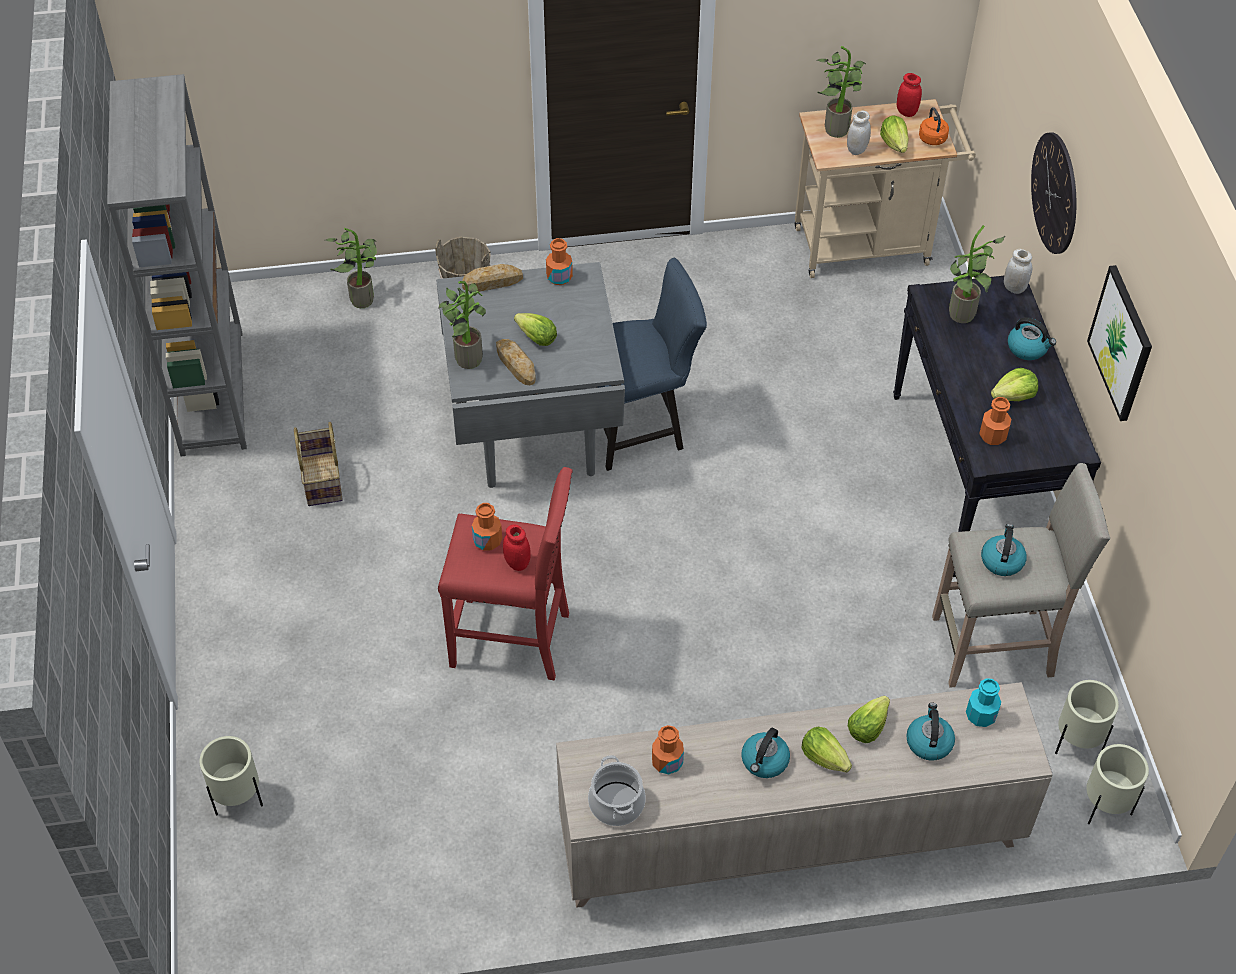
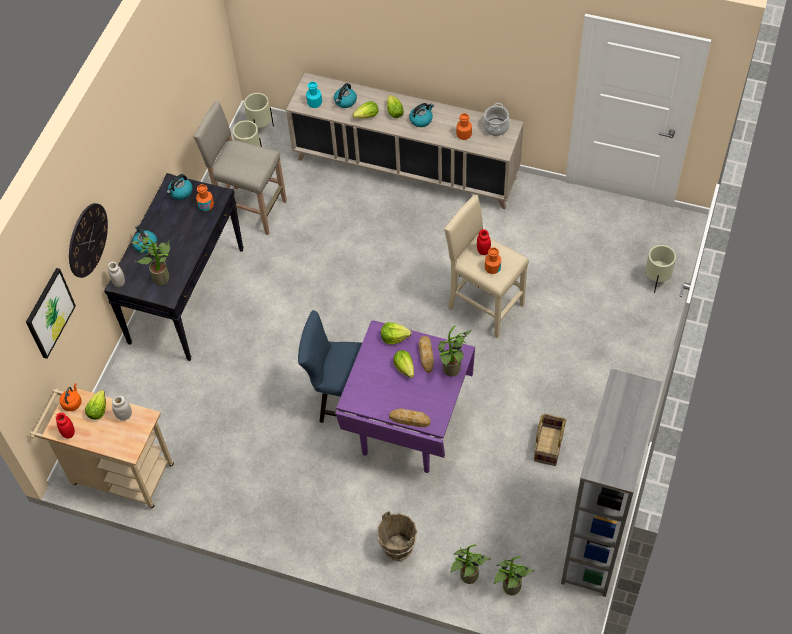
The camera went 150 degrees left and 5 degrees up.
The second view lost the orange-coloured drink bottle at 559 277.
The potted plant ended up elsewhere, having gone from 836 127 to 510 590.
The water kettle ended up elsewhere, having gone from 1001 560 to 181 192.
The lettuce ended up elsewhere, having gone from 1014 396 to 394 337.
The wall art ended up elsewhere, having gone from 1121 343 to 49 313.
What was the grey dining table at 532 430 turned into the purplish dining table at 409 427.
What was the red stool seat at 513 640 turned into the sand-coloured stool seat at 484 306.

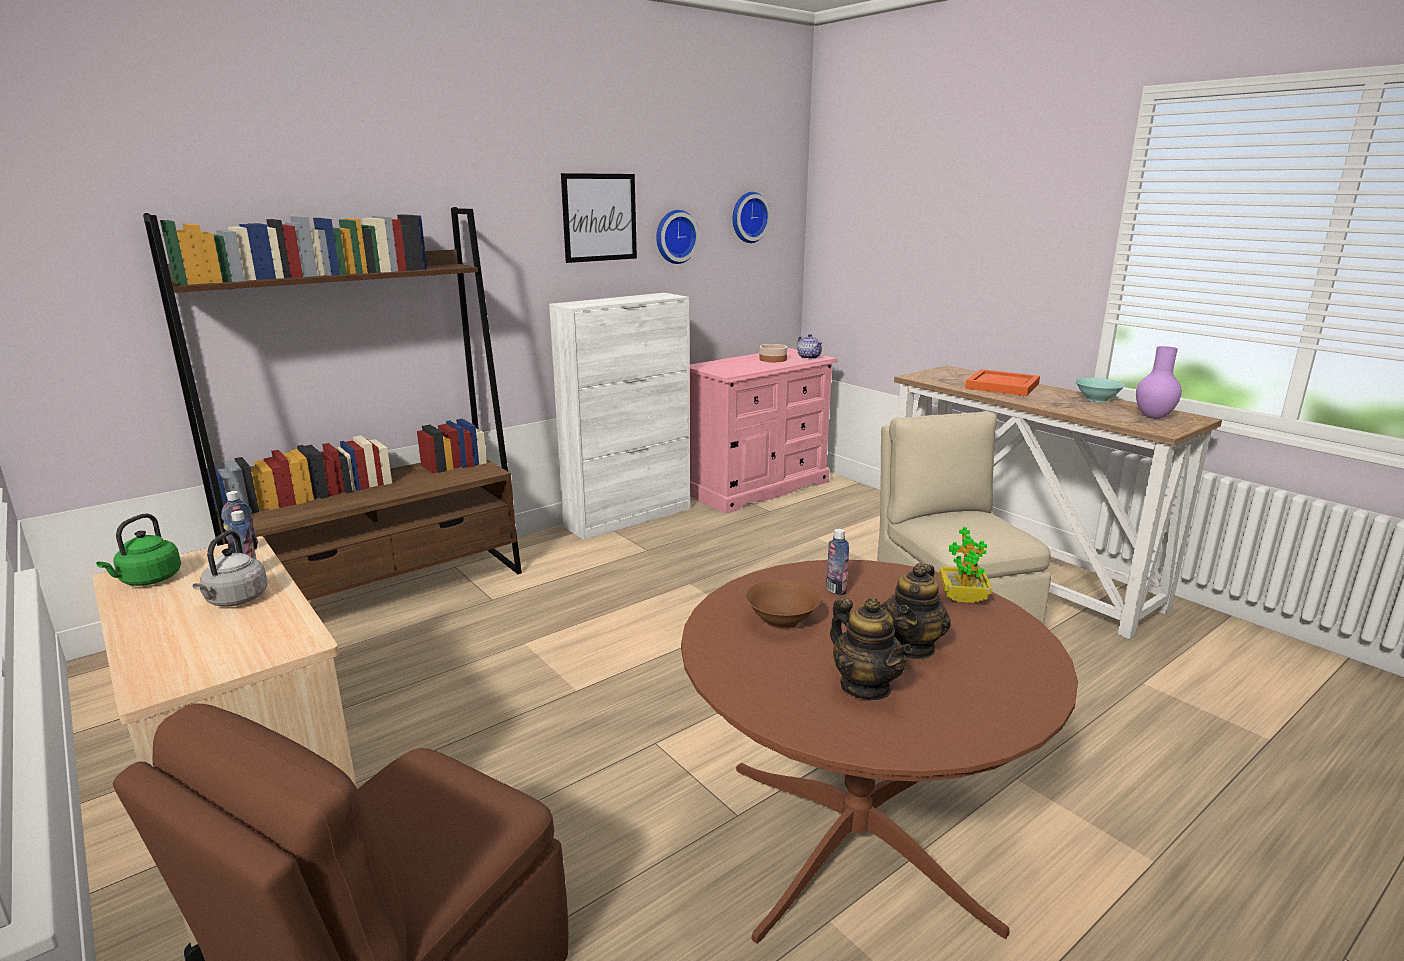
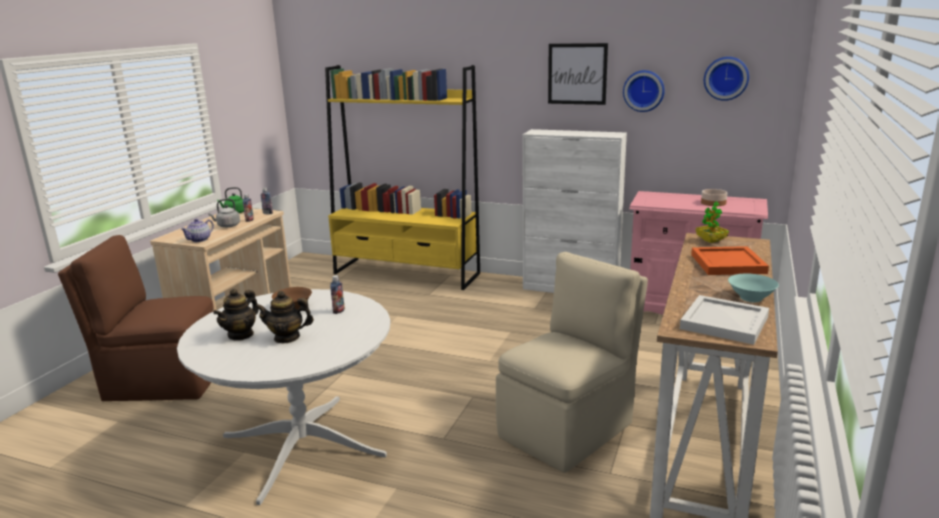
The camera went 60 degrees right and 0 degrees up.
The pot for tea ended up elsewhere, having gone from 809 357 to 200 240.
The potted plant ended up elsewhere, having gone from 962 597 to 711 240.
Where the purplish vase stood at 1153 417, the white-coloured serving tray came to stand at 723 323.
What was the brownish bookshelf at 386 594 turned into the yellow-coloured bookshelf at 406 273.
What was the brownish dining table at 854 842 turned into the white-coloured dining table at 302 445.

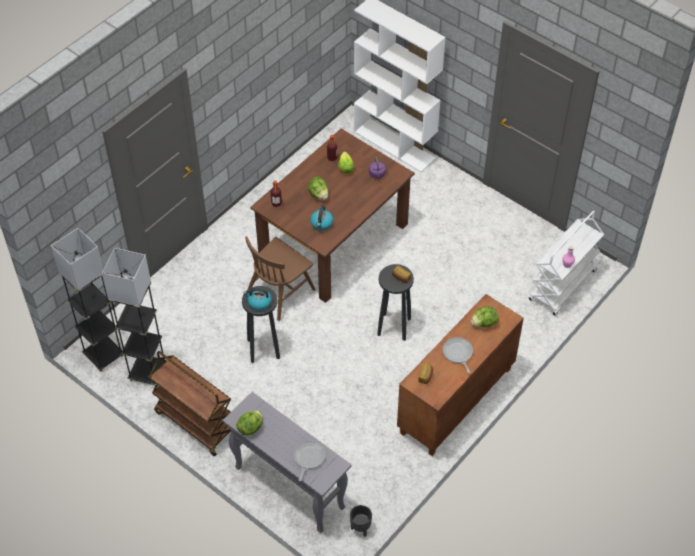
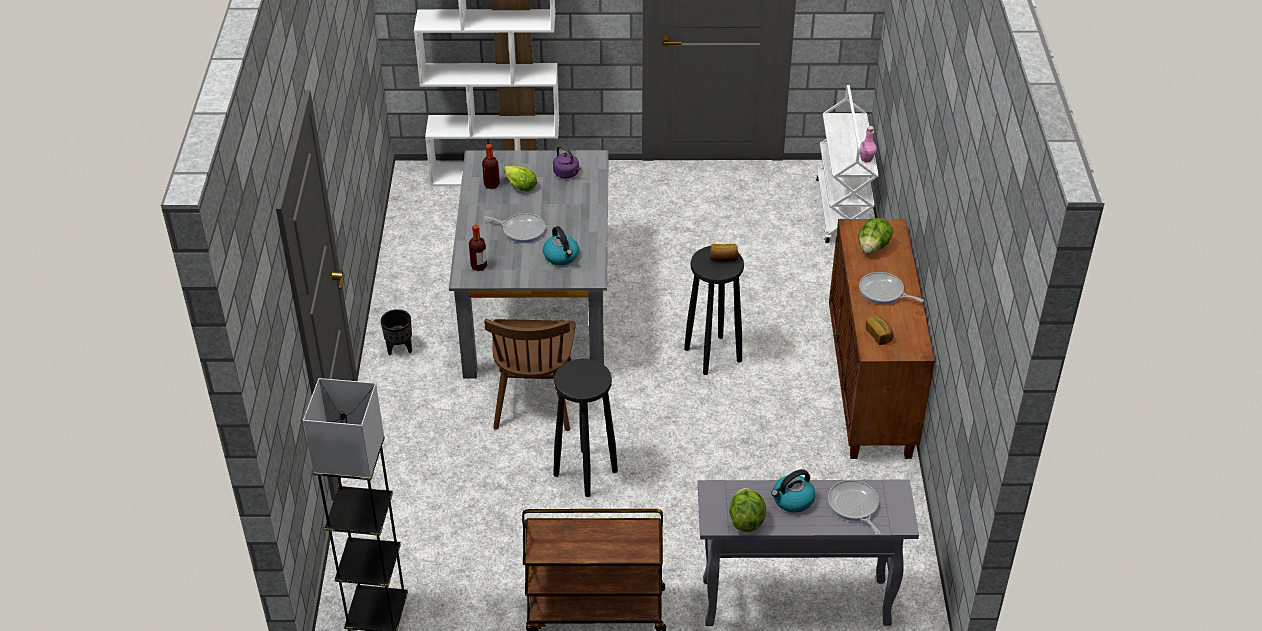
The camera went 40 degrees left and 10 degrees down.
The second view lost the grey standard lamp at 148 372.
The water kettle ended up elsewhere, having gone from 259 302 to 792 500.
The black planter ended up elsewhere, having gone from 361 528 to 399 348.
Where the lettuce stood at 318 195, the pan came to stand at 521 230.
What was the brownish dining table at 333 239 turned into the grey dining table at 536 307.

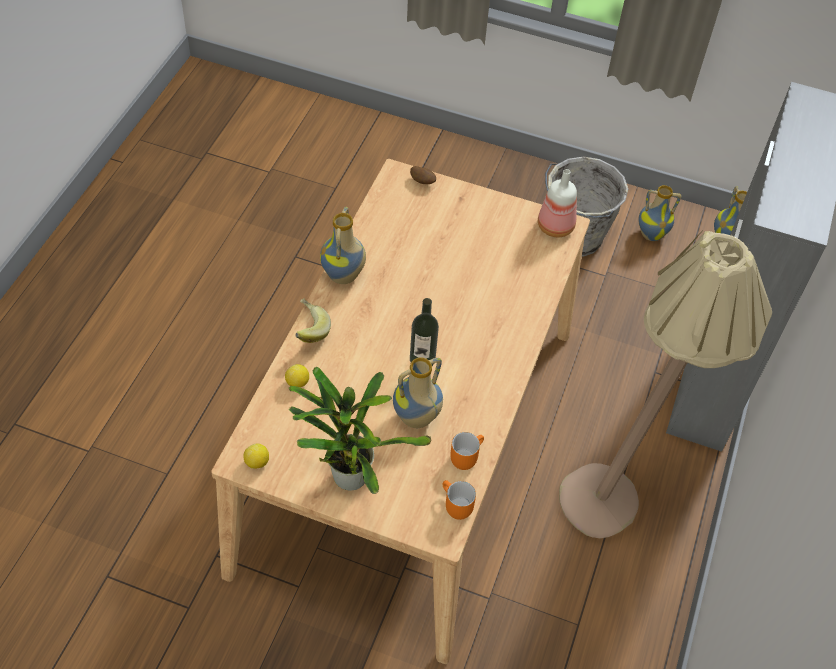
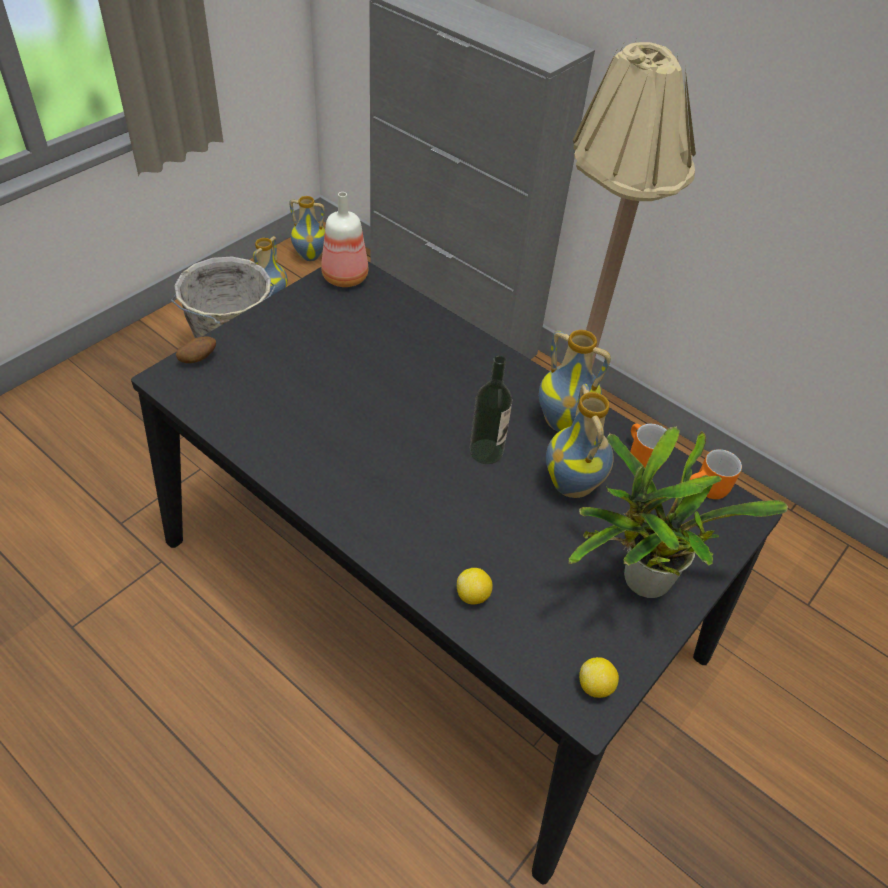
The camera went 70 degrees left and 5 degrees down.
The second view lost the banana fruit at 307 330.
The vase ended up elsewhere, having gone from 344 276 to 564 421.
What was the sand-coloured dining table at 409 446 turned into the black dining table at 430 597.

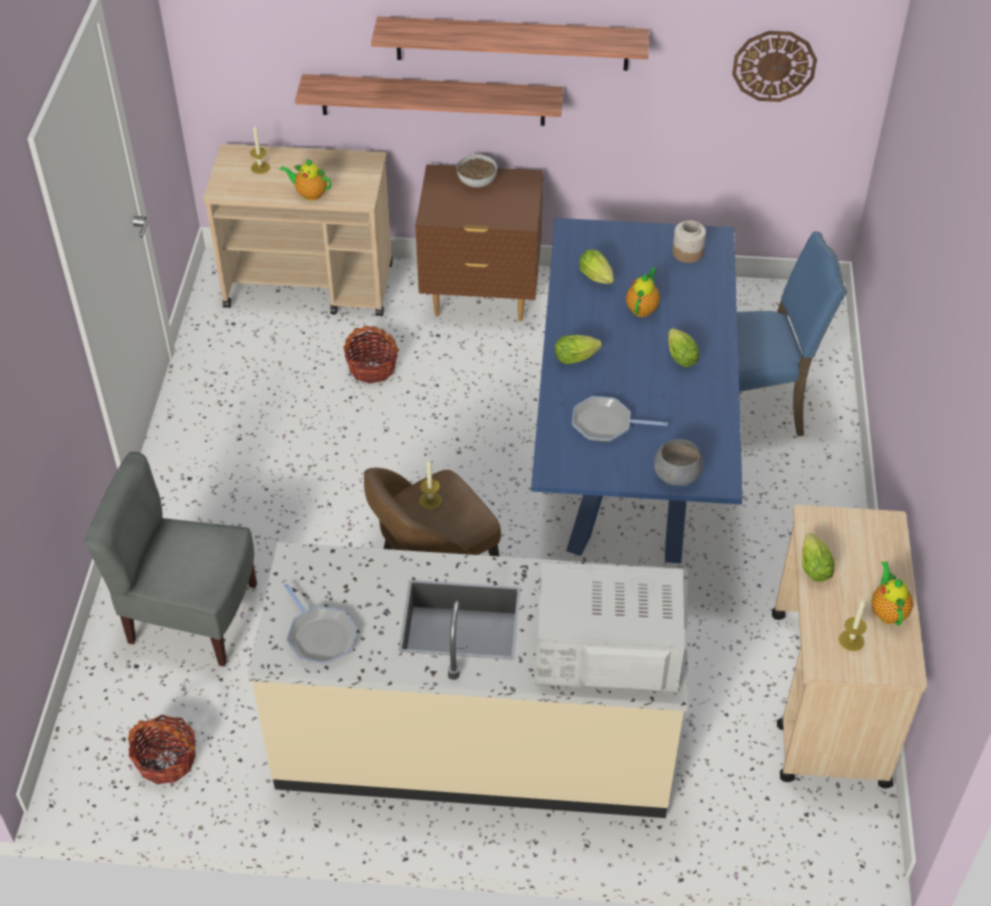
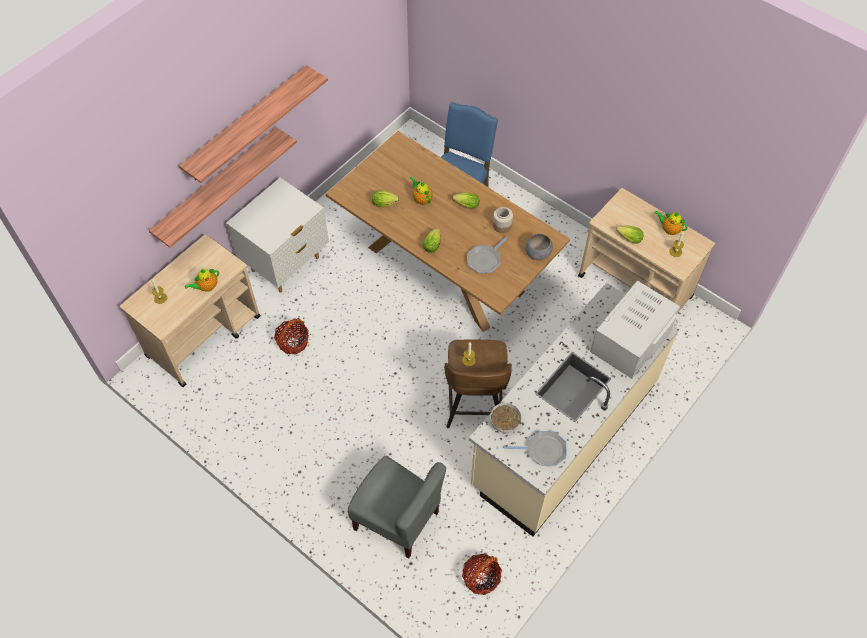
The camera went 55 degrees left and 10 degrees up.
The second view lost the hanging clock at 774 65.
The bowl ended up elsewhere, having gone from 477 182 to 505 423.
The preserve jar ended up elsewhere, having gone from 688 252 to 502 225.
What was the brownish night table at 481 297 turned into the white-coloured night table at 286 265.
What was the blue-coloured dining table at 632 454 turned into the brownish dining table at 445 268.
The grey plain chair at 191 616 ended up facing another way, 105 degrees counterclockwise from before.

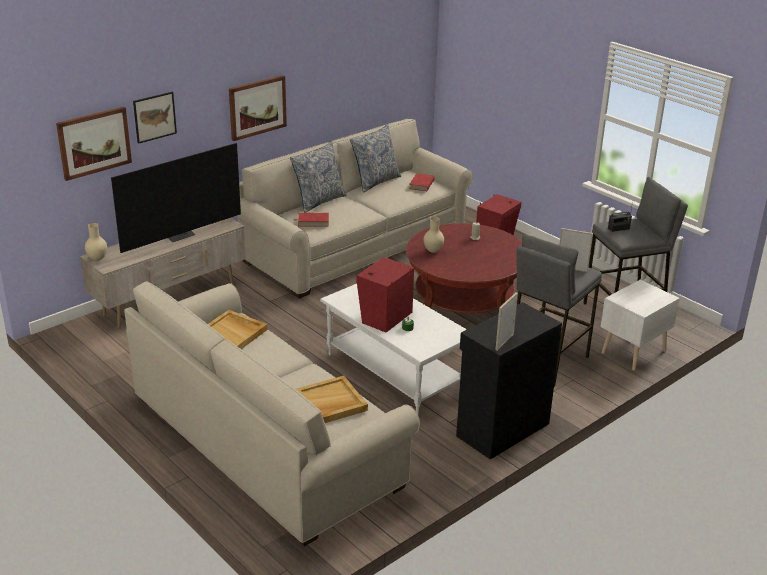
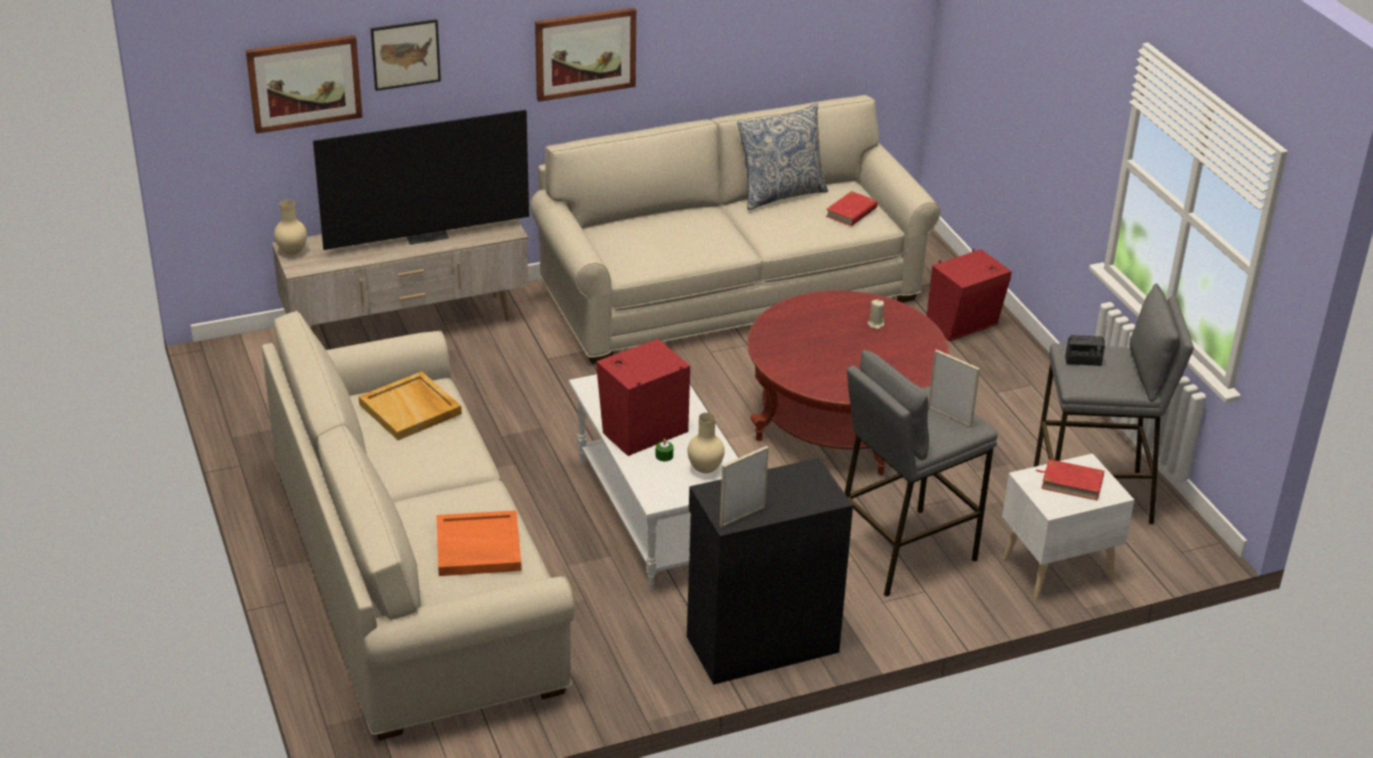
The camera went 20 degrees right and 5 degrees up.
The second view lost the throw pillow at 318 201.
The red book ended up elsewhere, having gone from 313 221 to 1072 483.
The sand-coloured vase ended up elsewhere, having gone from 432 251 to 704 470.
What was the sand-coloured serving tray at 330 403 turned into the orange-coloured serving tray at 477 547.

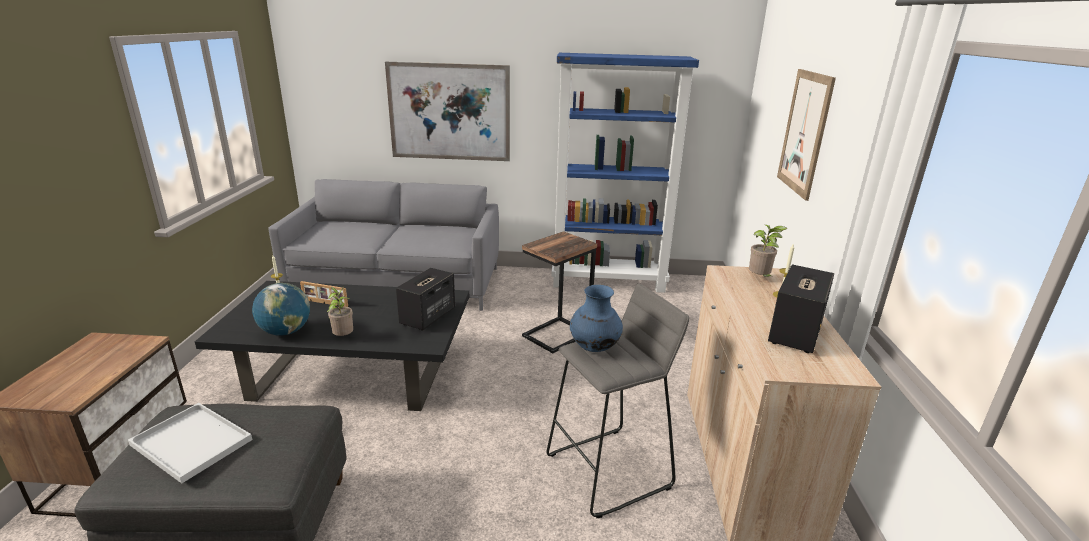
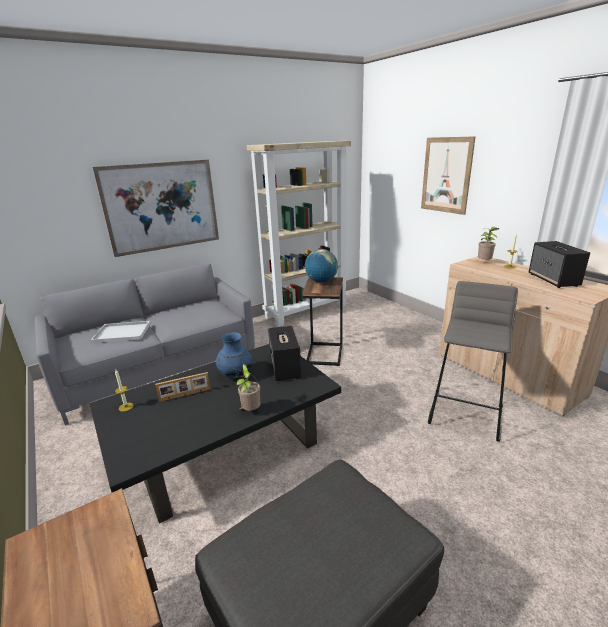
The camera went 35 degrees left and 0 degrees up.
The white-coloured serving tray ended up elsewhere, having gone from 189 442 to 121 333.
The world globe ended up elsewhere, having gone from 286 332 to 321 281.
The blue-coloured vase ended up elsewhere, having gone from 594 347 to 235 375.
What was the blue-coloured bookshelf at 609 281 turned into the sand-coloured bookshelf at 306 311.

